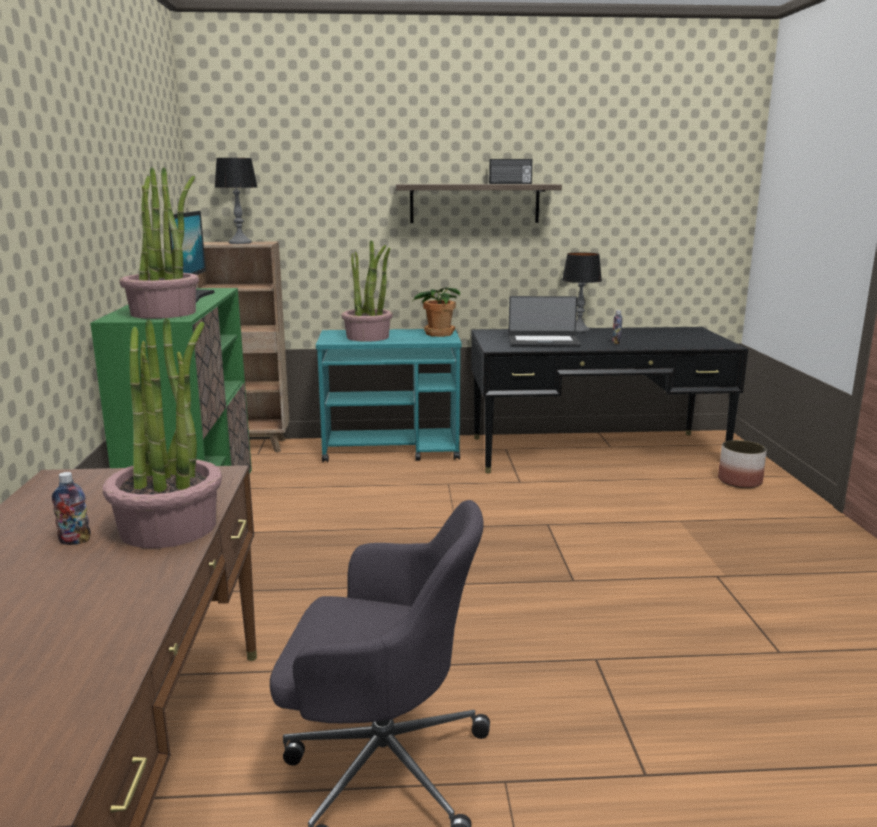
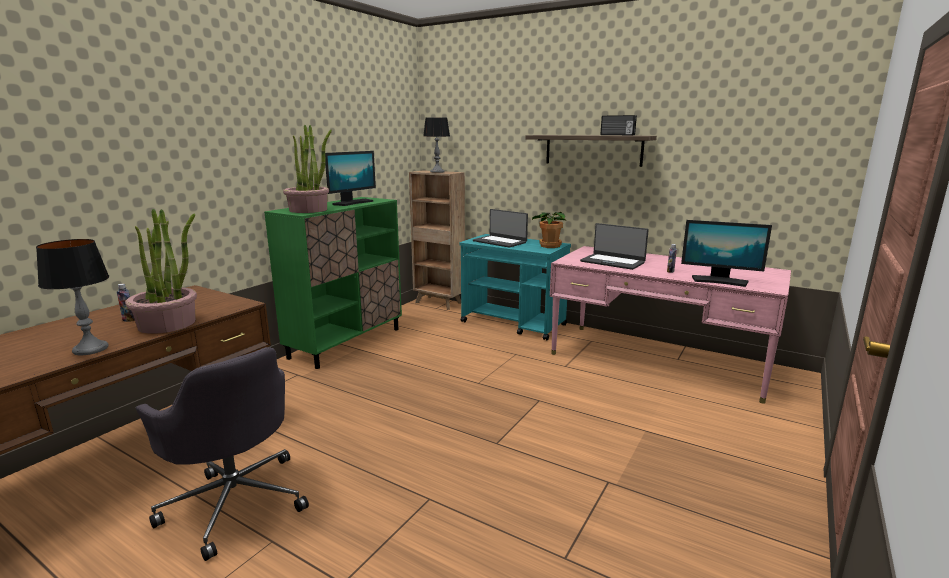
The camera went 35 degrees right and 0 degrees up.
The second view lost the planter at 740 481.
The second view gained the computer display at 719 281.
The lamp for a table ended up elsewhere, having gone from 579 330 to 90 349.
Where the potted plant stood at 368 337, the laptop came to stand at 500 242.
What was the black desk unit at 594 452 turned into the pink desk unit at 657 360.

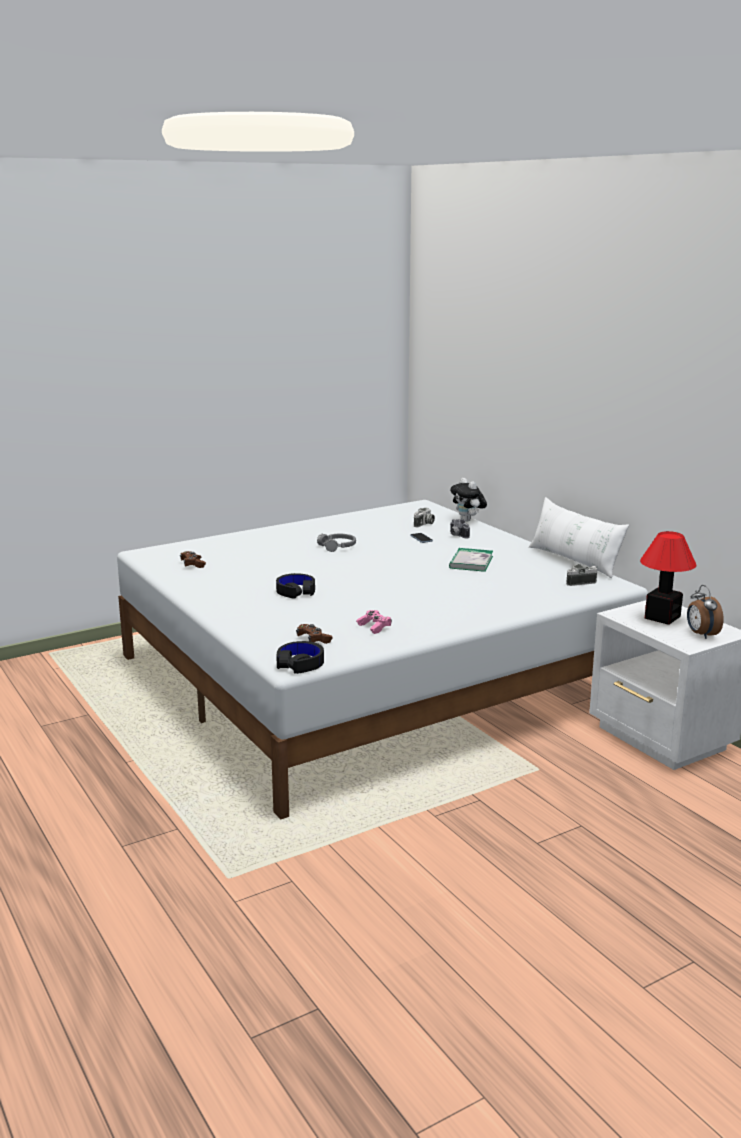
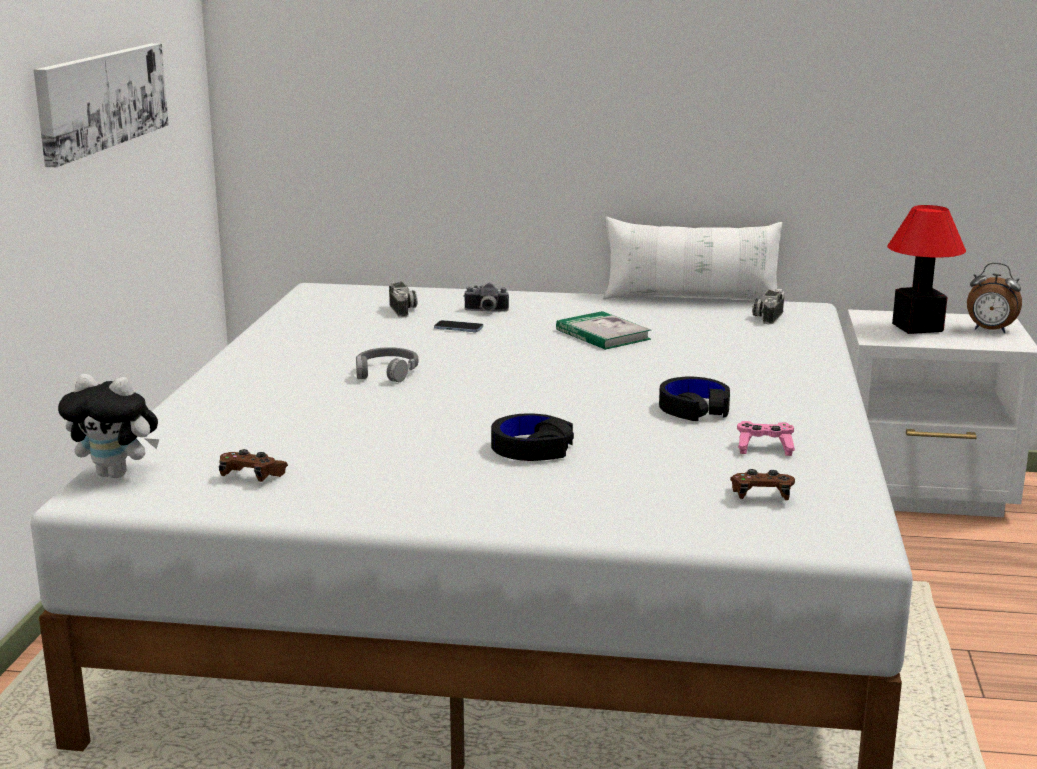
The camera went 50 degrees left and 0 degrees up.
The second view gained the wall art at 102 100.
The black headset ended up elsewhere, having gone from 300 664 to 694 409.
The plush toy ended up elsewhere, having gone from 468 520 to 117 474.

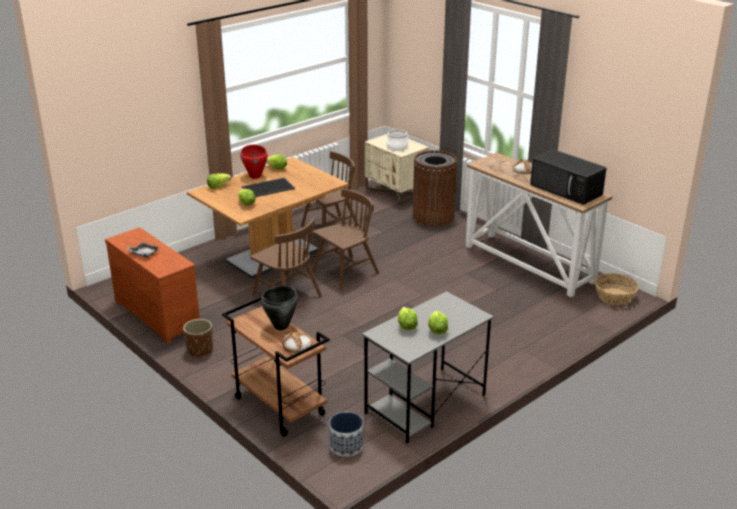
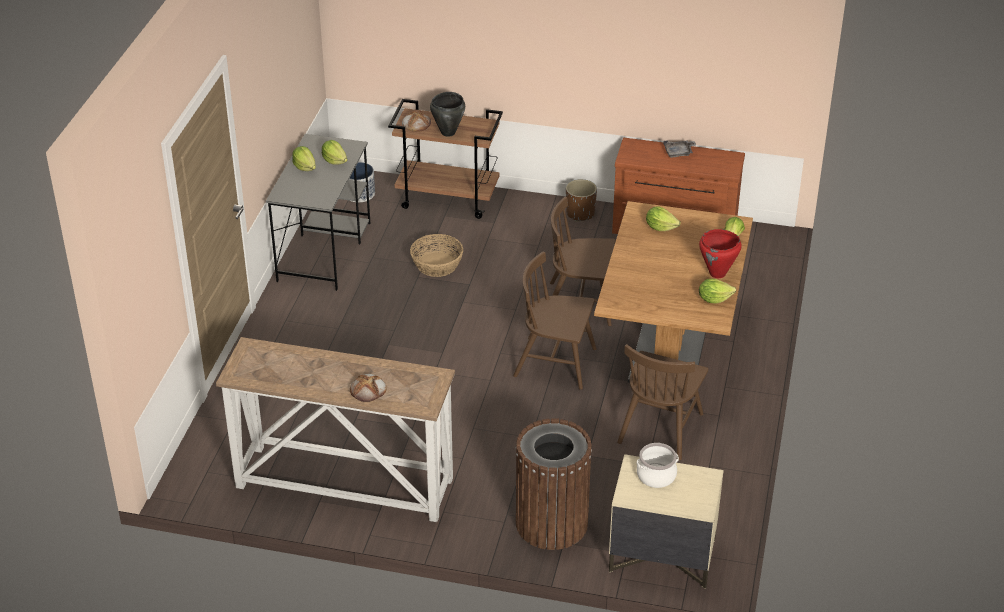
The camera went 145 degrees right and 10 degrees up.
The second view lost the serving tray at 268 187.
The second view lost the black kitchen microwave at 567 190.
The household basket ended up elsewhere, having gone from 615 297 to 436 265.
The brownish plain chair at 345 273 ended up facing another way, 90 degrees clockwise from before.

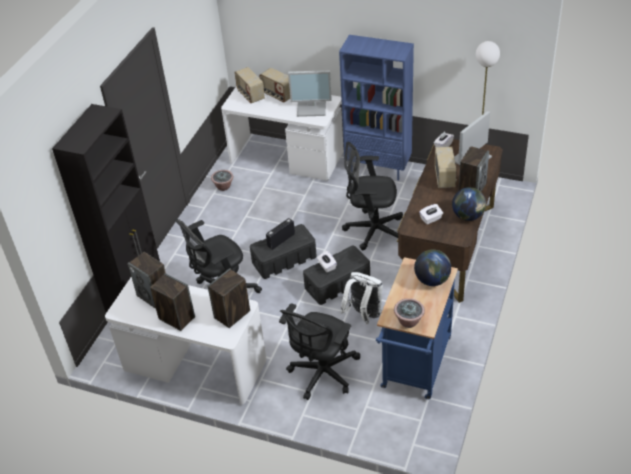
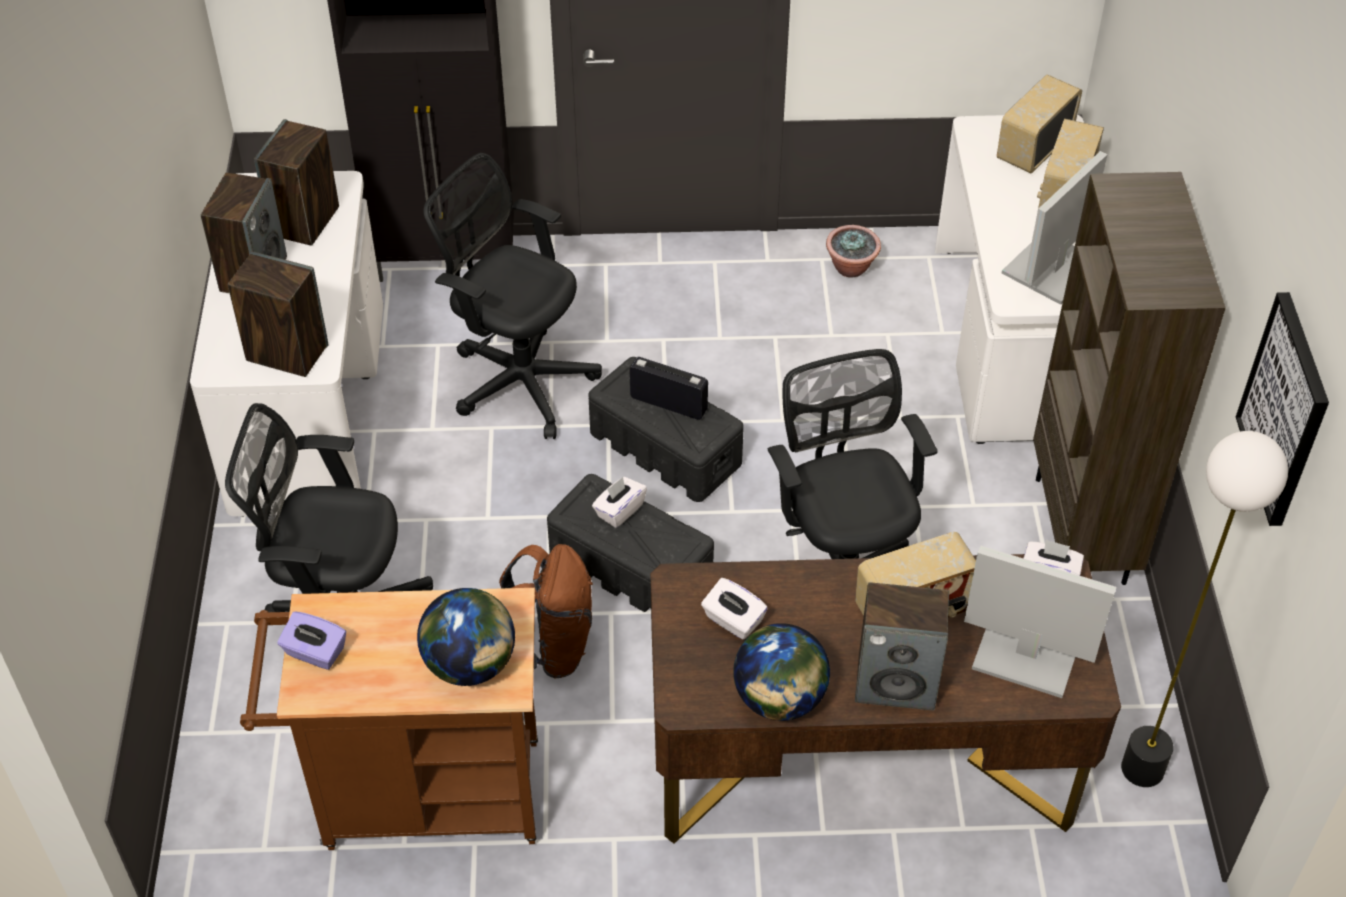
The camera went 65 degrees right and 5 degrees up.
The second view gained the wall art at 1285 410.
Where the potted plant stood at 409 321, the purplish tissue box came to stand at 315 653.
What was the blue-coloured bookshelf at 378 168 turned into the brownish bookshelf at 1082 531.
What was the white-coloured rucksack at 364 315 turned into the brownish rucksack at 549 648.
What was the blue-coloured cart at 415 368 turned into the brownish cart at 418 796.
The computer display at 312 108 ended up facing another way, 60 degrees clockwise from before.

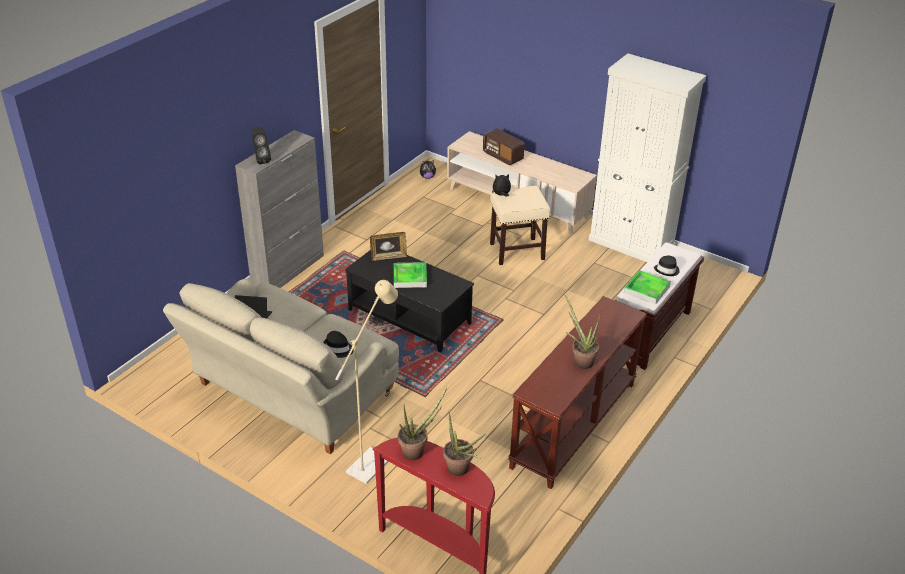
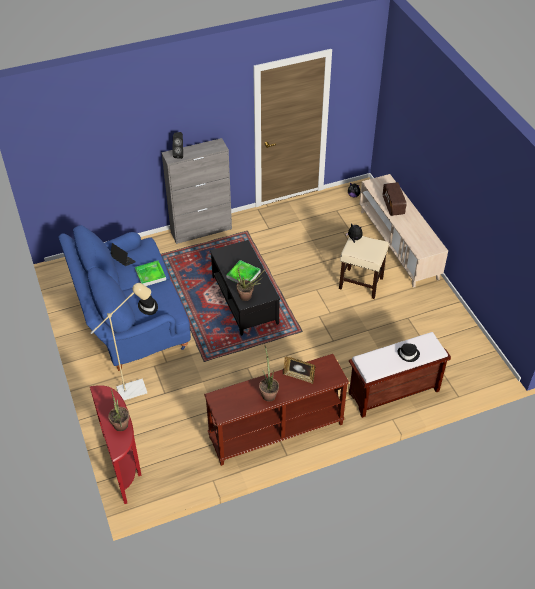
The camera went 35 degrees right and 10 degrees up.
The second view lost the white-coloured cabinet at 631 244.
The picture frame ended up elsewhere, having gone from 388 257 to 299 376.
The potted plant ended up elsewhere, having gone from 417 451 to 248 297.
The serving tray ended up elsewhere, having gone from 646 289 to 150 275.
What was the sand-coloured sofa at 290 394 turned into the blue-coloured sofa at 130 319.

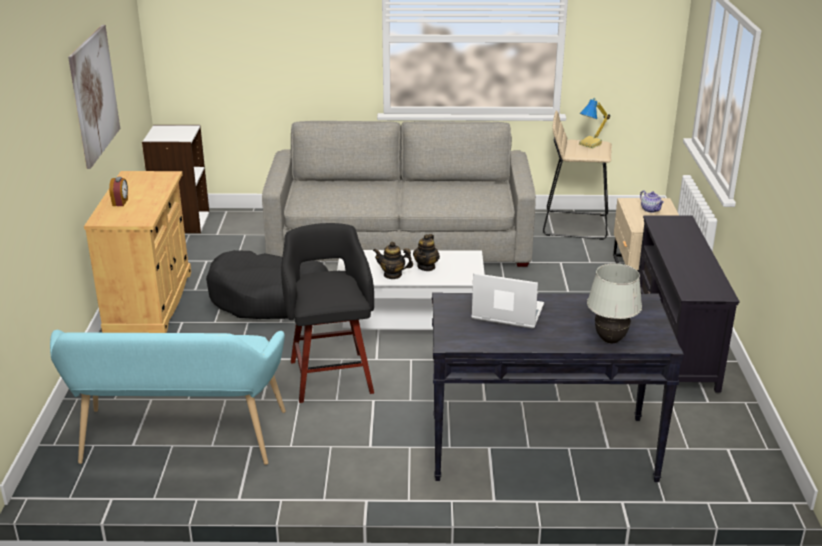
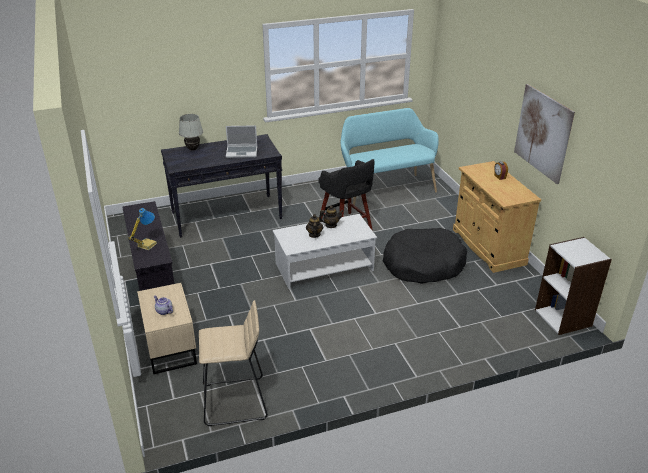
The camera went 160 degrees right and 5 degrees up.
The second view lost the grey sofa at 400 241.
The lamp for a table ended up elsewhere, having gone from 591 144 to 146 245.

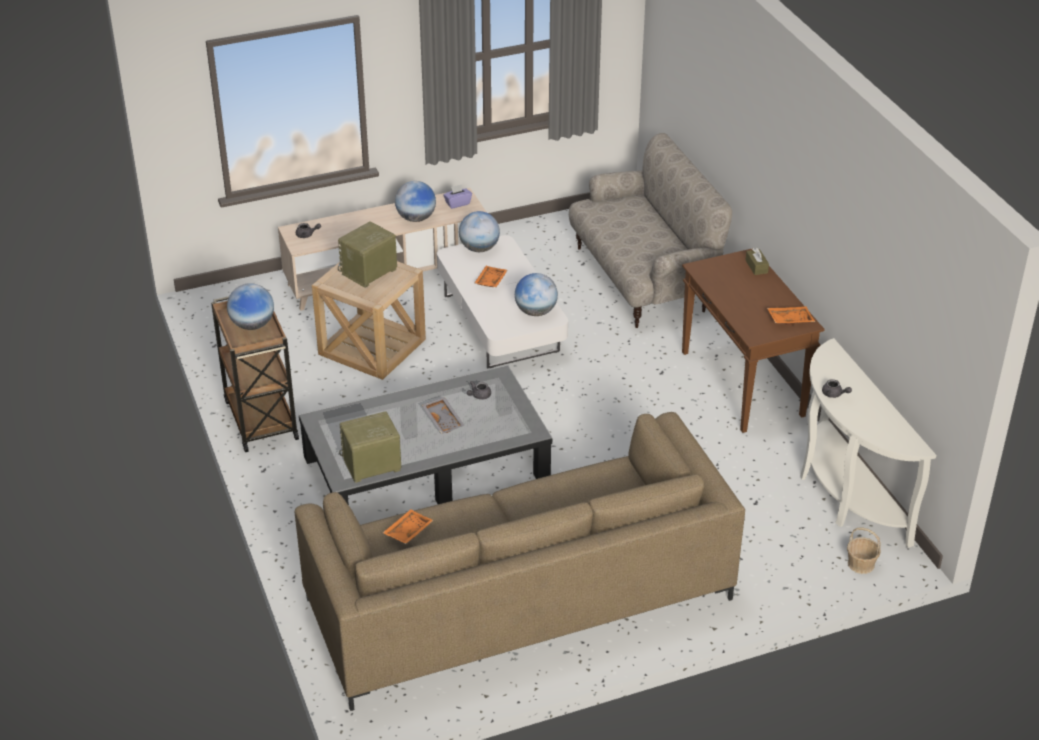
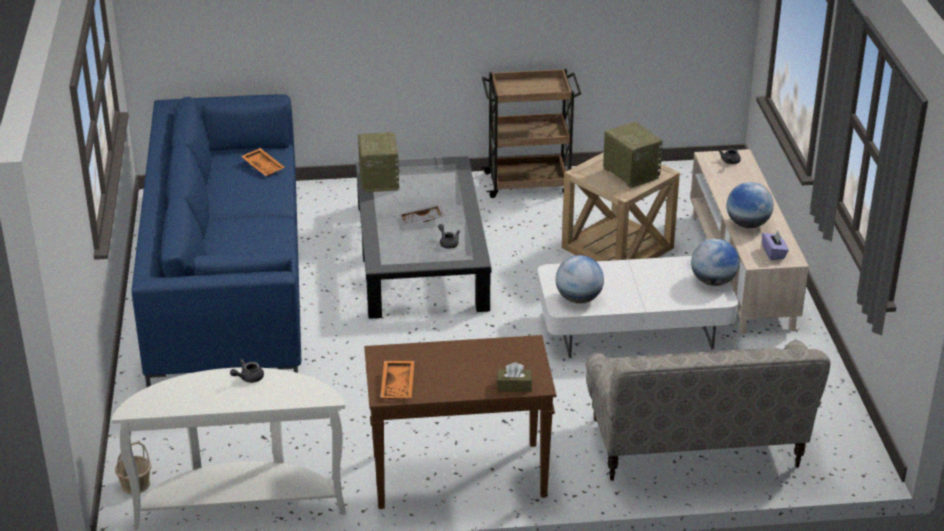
The camera went 105 degrees right and 5 degrees down.
The second view lost the world globe at 252 325.
The second view lost the orange-coloured serving tray at 490 281.
What was the brownish sofa at 518 598 turned into the blue-coloured sofa at 227 278.

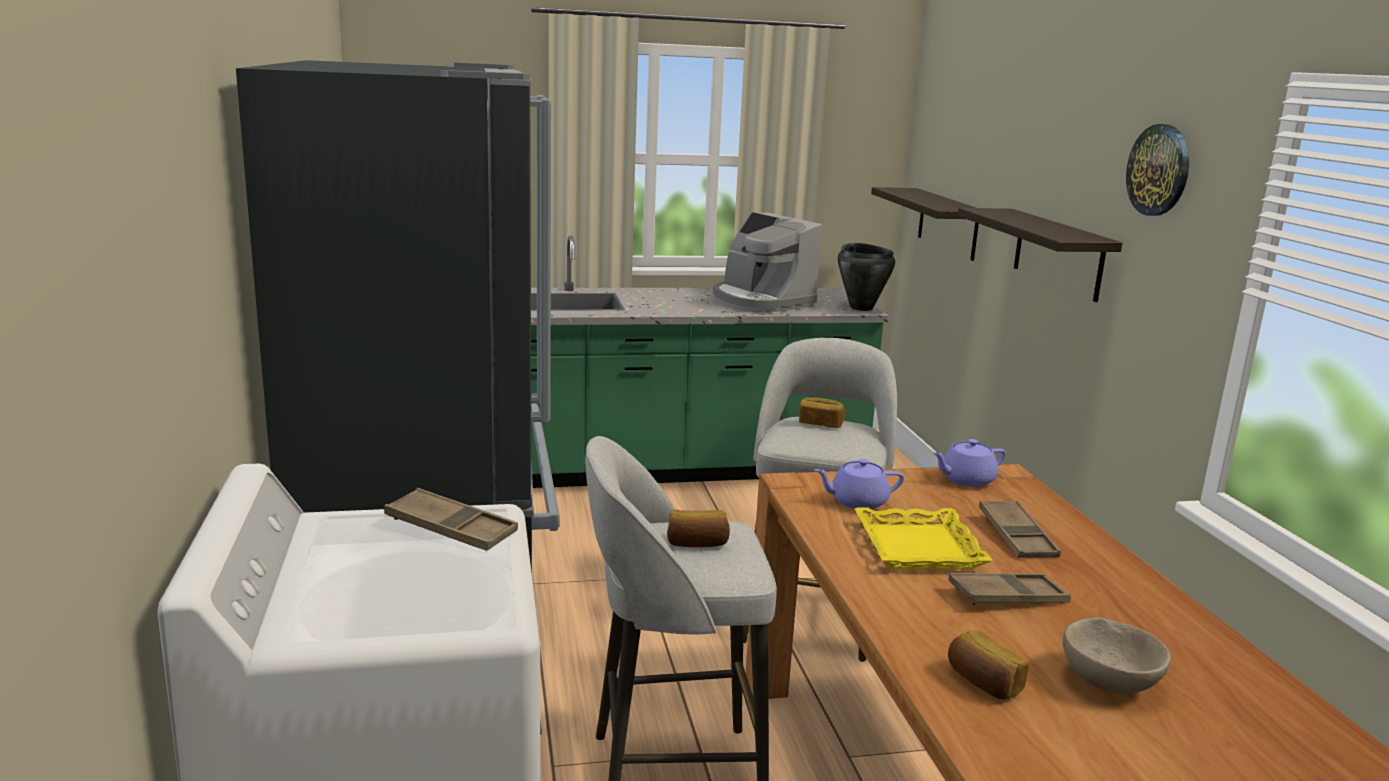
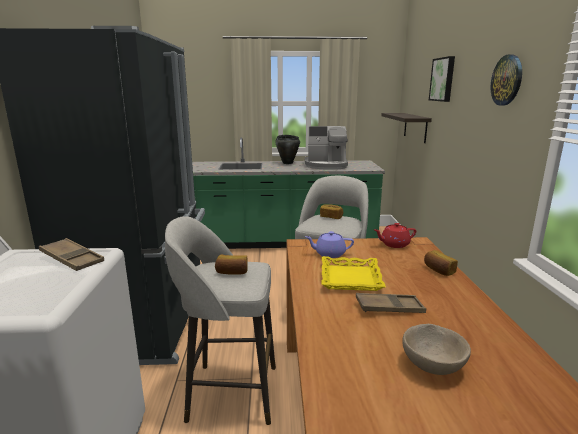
The camera went 10 degrees right and 0 degrees up.
The second view lost the shelf at 1058 254.
The second view lost the brownish serving tray at 1016 536.
The second view gained the wall art at 443 79.
The black cooking pot ended up elsewhere, having gone from 861 308 to 287 163.
The bakery bread ended up elsewhere, having gone from 983 682 to 438 270.
What was the purplish pot for tea at 966 480 turned into the red pot for tea at 394 244.
The coffee machine at 760 301 ended up facing another way, 60 degrees counterclockwise from before.

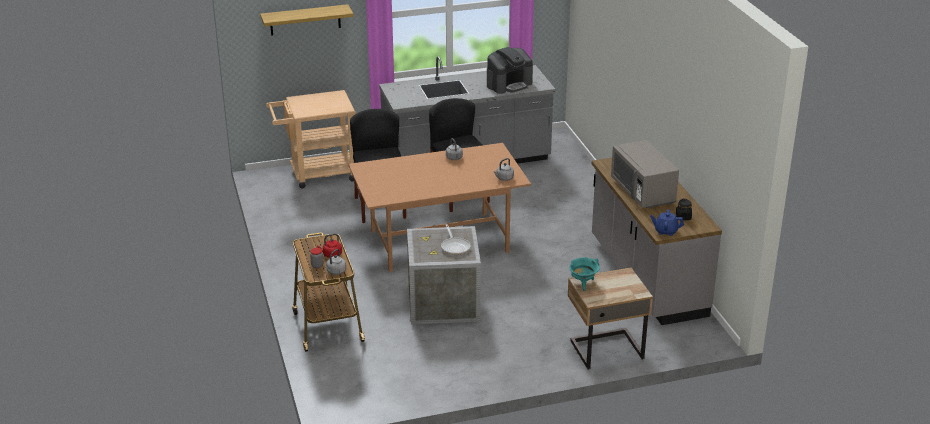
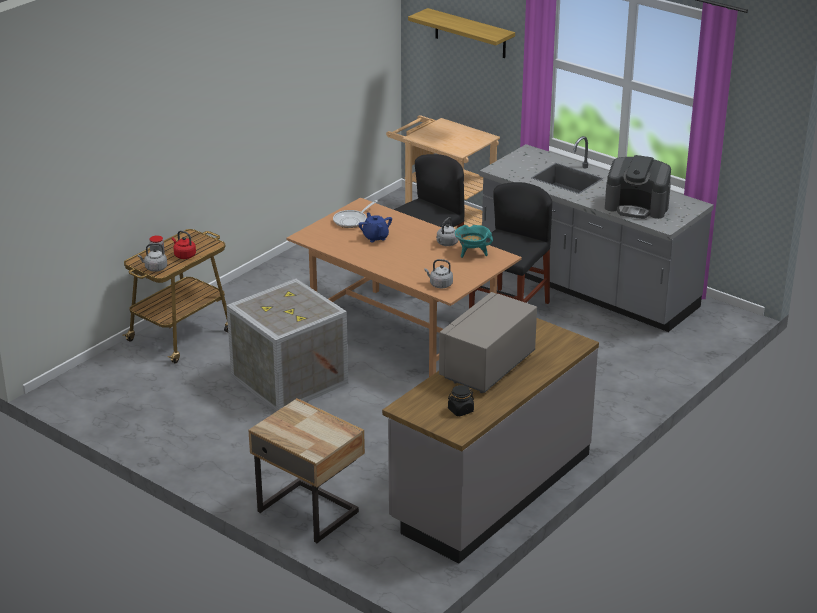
The camera went 55 degrees right and 0 degrees up.
The pan ended up elsewhere, having gone from 455 247 to 352 220.
The turquoise cooking pot ended up elsewhere, having gone from 583 283 to 472 253.
The blue-coloured pot for tea ended up elsewhere, having gone from 665 231 to 375 237.

